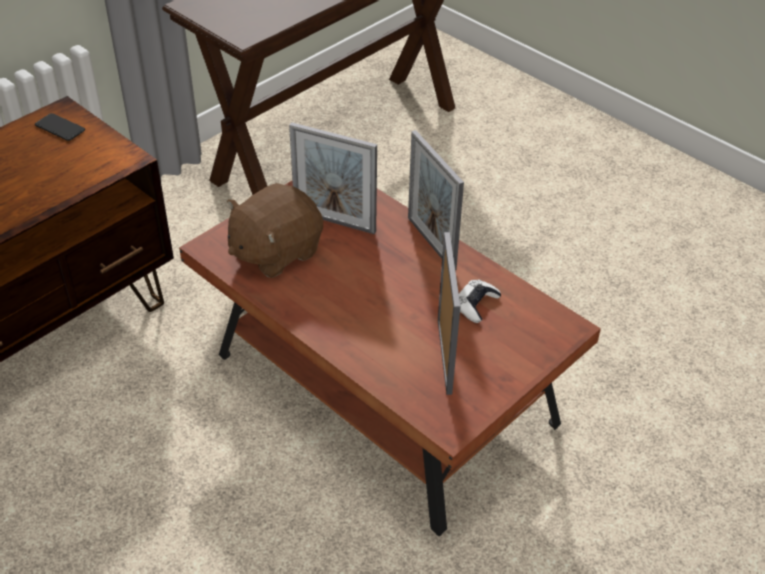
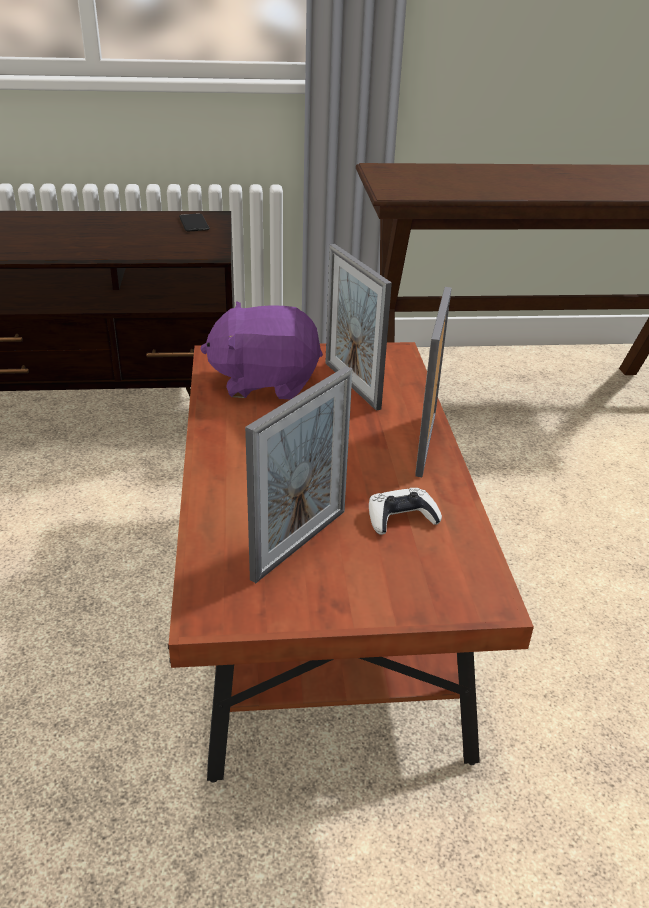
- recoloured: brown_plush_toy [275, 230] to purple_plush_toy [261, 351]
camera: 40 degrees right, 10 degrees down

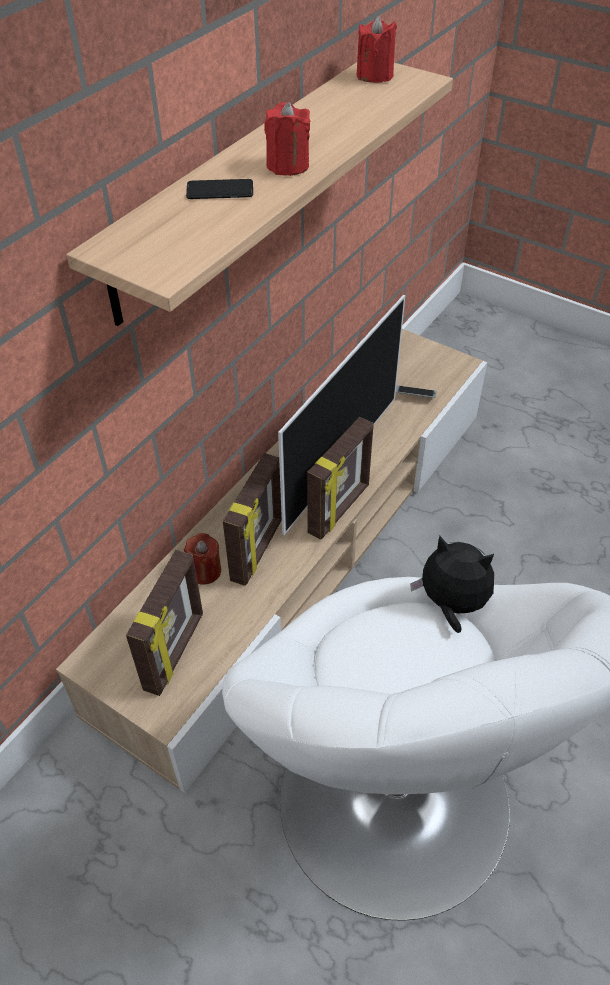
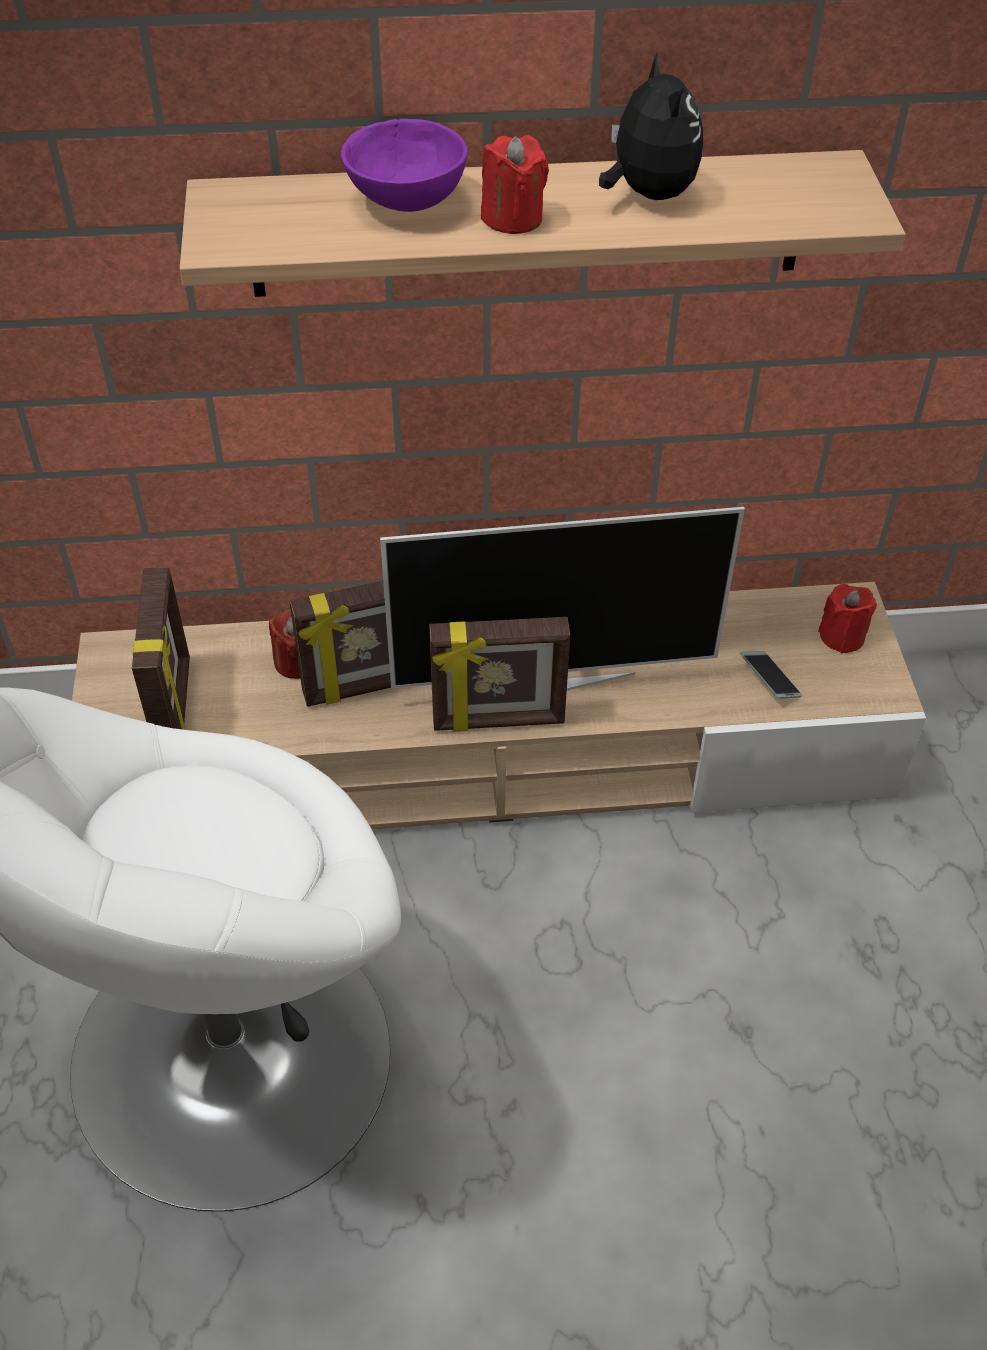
- moved: red_candle [377, 49] to [847, 618]
- moved: plush_toy [452, 584] to [651, 126]
- replaced: phone [219, 189] to purple_bowl [404, 165]
- turned: picture_frame [164, 623] = [161, 648] 75 degrees counterclockwise
camera: 50 degrees right, 0 degrees up

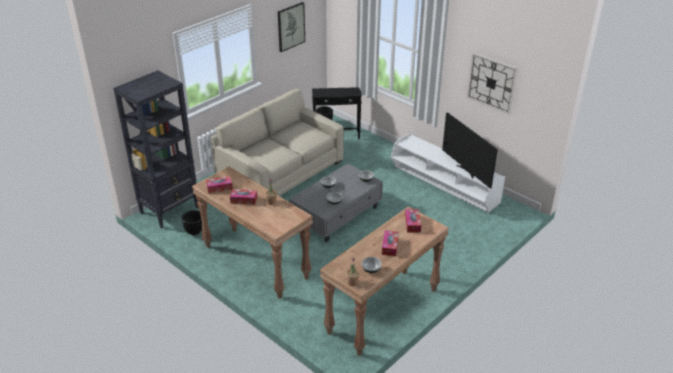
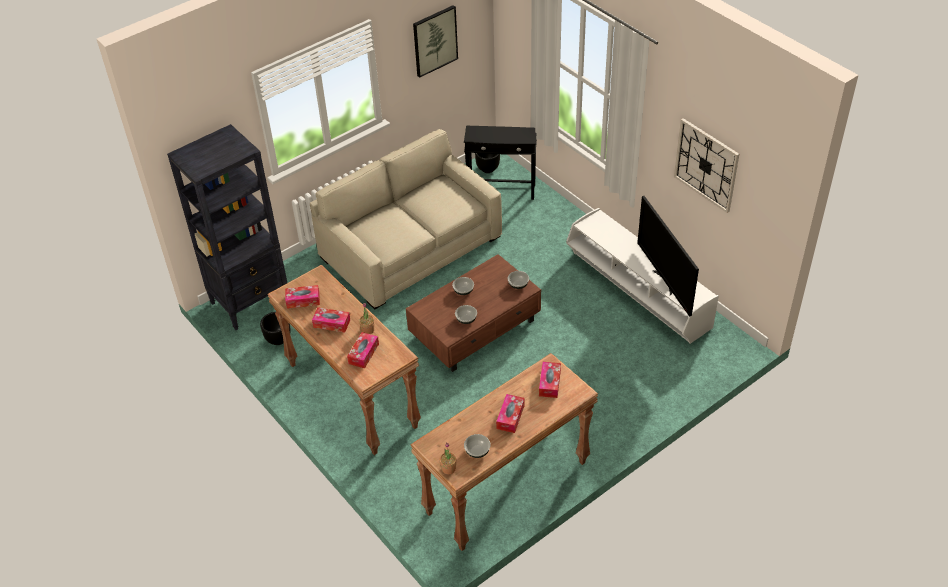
- added: tissue_box [363, 350]
- recoloured: grey_coffee_table [336, 202] to brown_coffee_table [473, 313]
camera: 10 degrees right, 10 degrees up

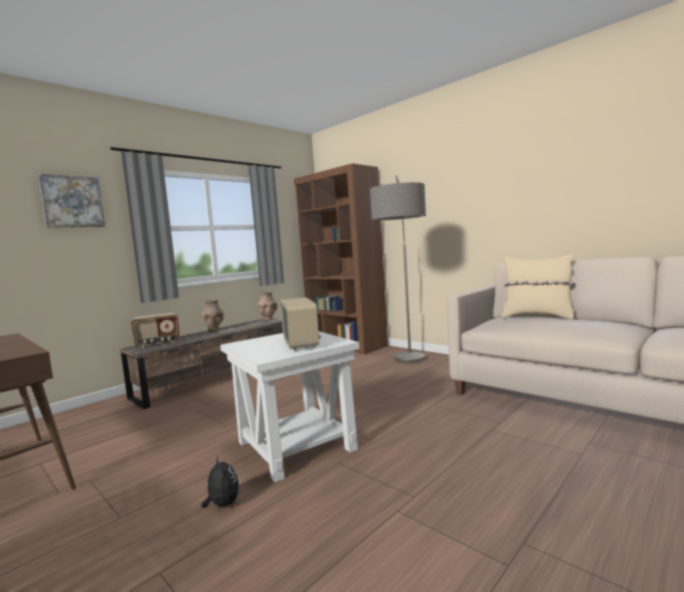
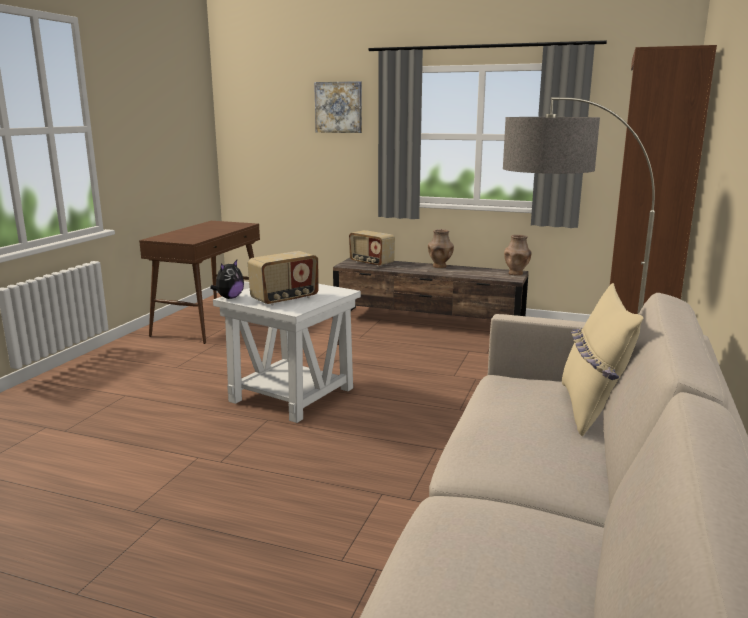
- moved: plush_toy [220, 481] to [227, 279]
camera: 65 degrees right, 10 degrees up

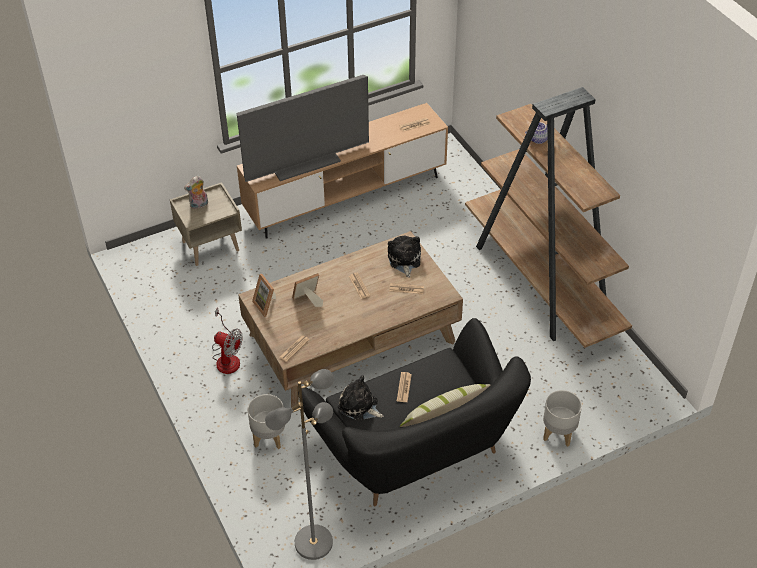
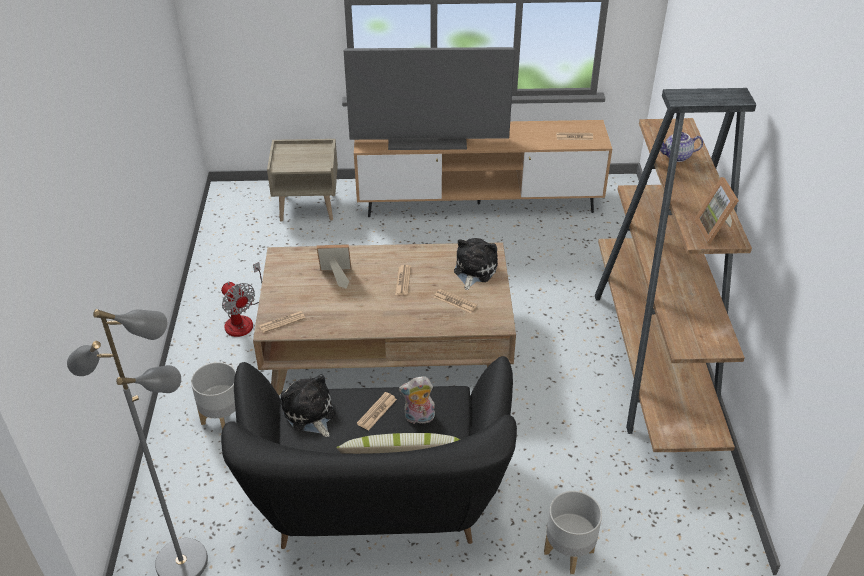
- moved: plush_toy [196, 192] to [417, 400]
- moved: picture_frame [264, 295] to [716, 210]
camera: 25 degrees right, 5 degrees down

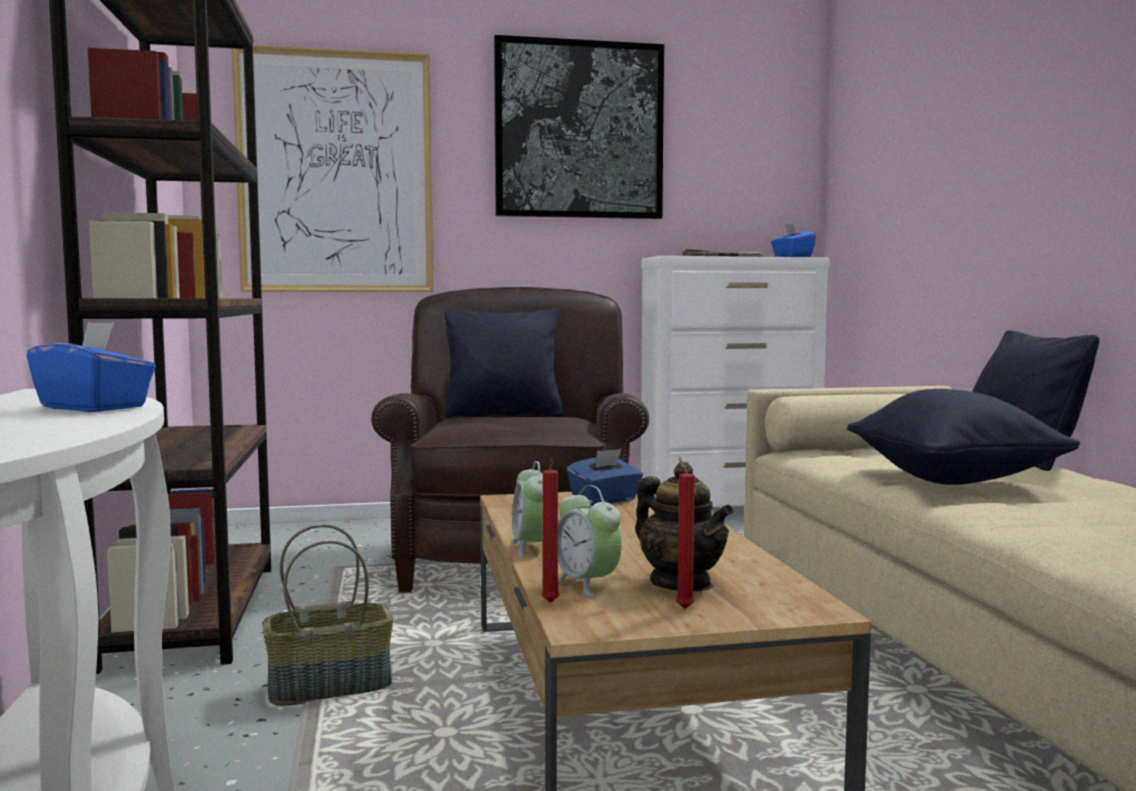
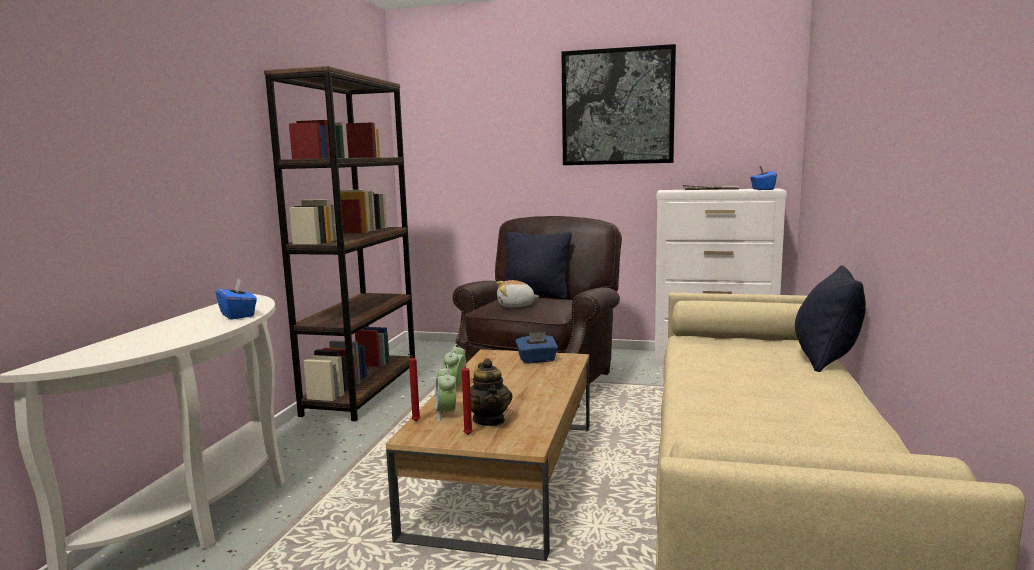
- removed: picture [332, 168]
- removed: basket [327, 615]
- removed: black_pillow [963, 437]
- added: plush_toy [517, 293]
camera: 25 degrees right, 5 degrees up

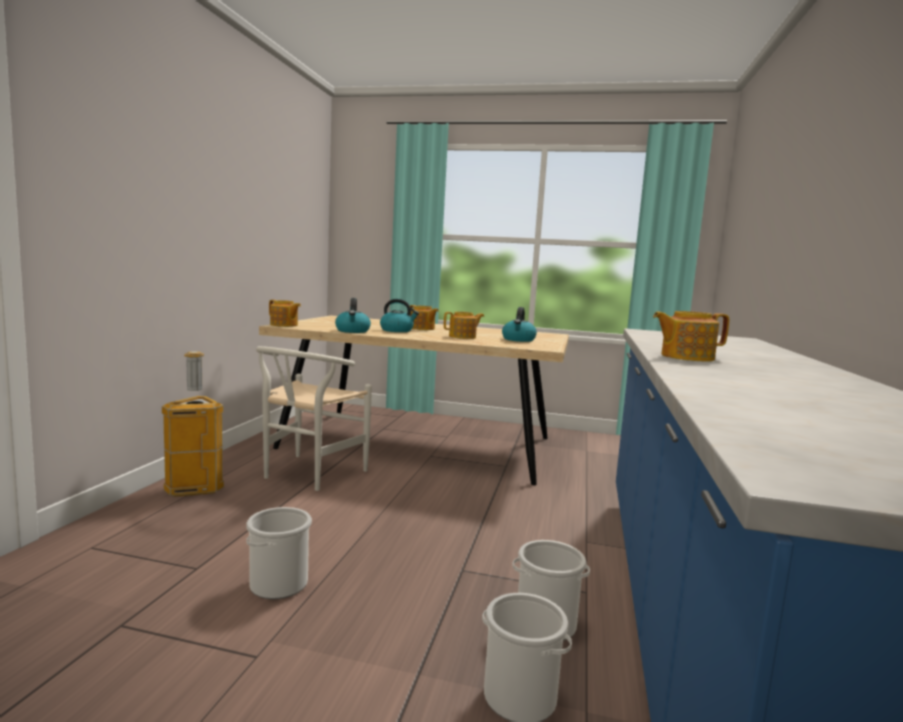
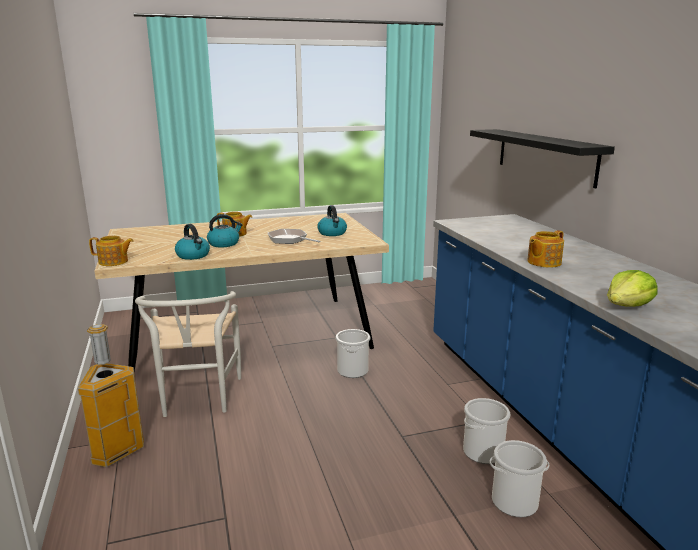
- added: black_shelf [542, 158]
- added: lettuce [632, 288]
- moved: bucket [279, 553] to [352, 353]
- replaced: teapot [464, 325] to frying_pan [294, 236]
camera: 30 degrees left, 10 degrees up

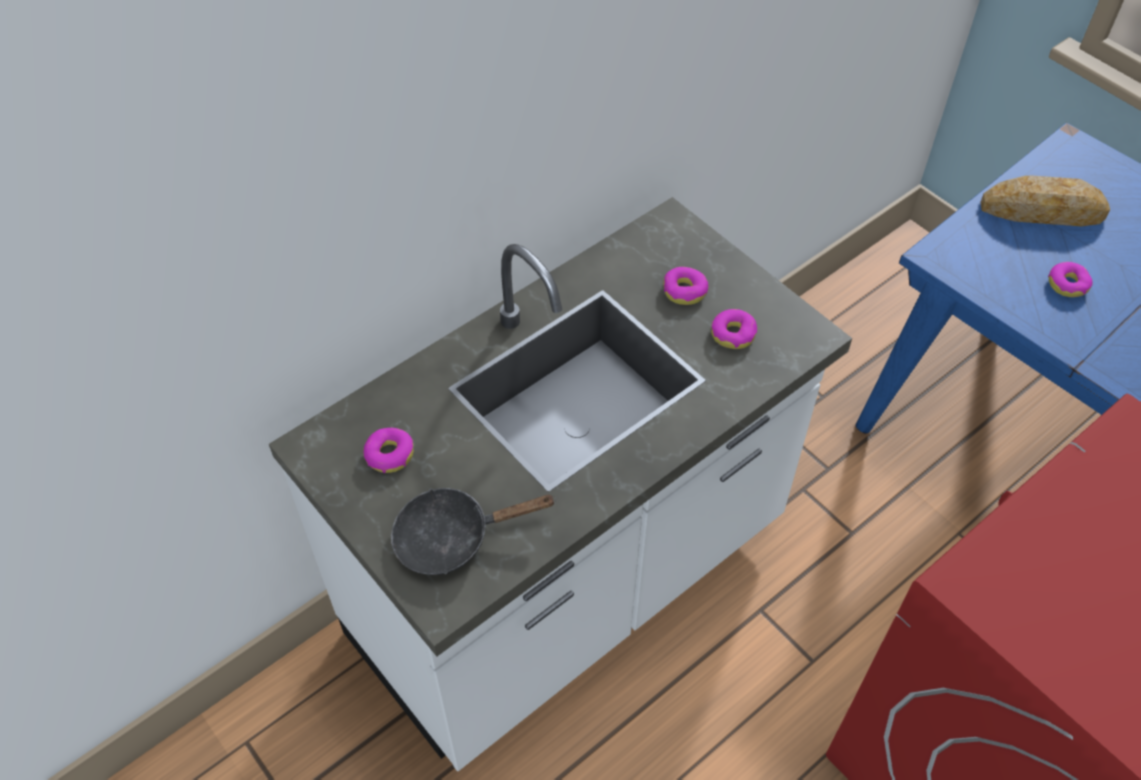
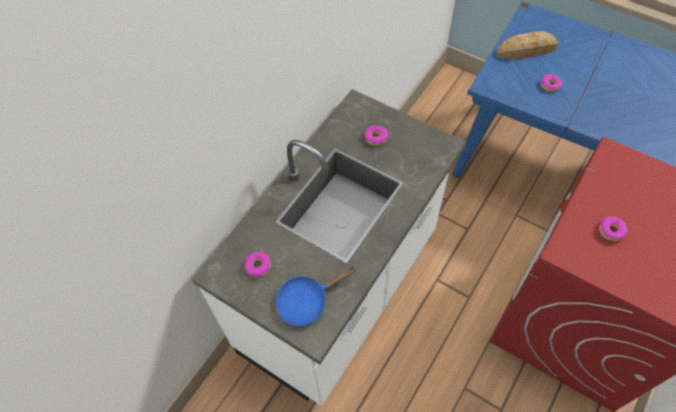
- moved: donut [734, 329] to [613, 228]
- recoloured: black_frying_pan [473, 531] to blue_frying_pan [315, 296]
camera: 15 degrees left, 5 degrees up

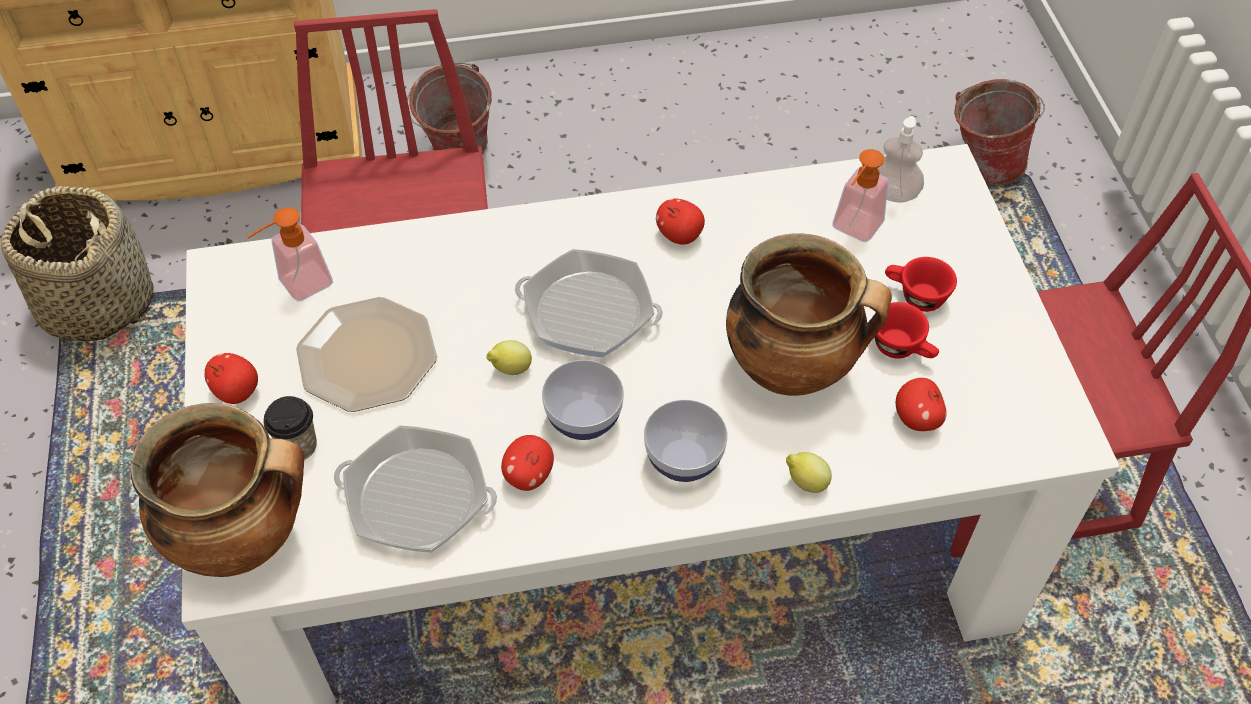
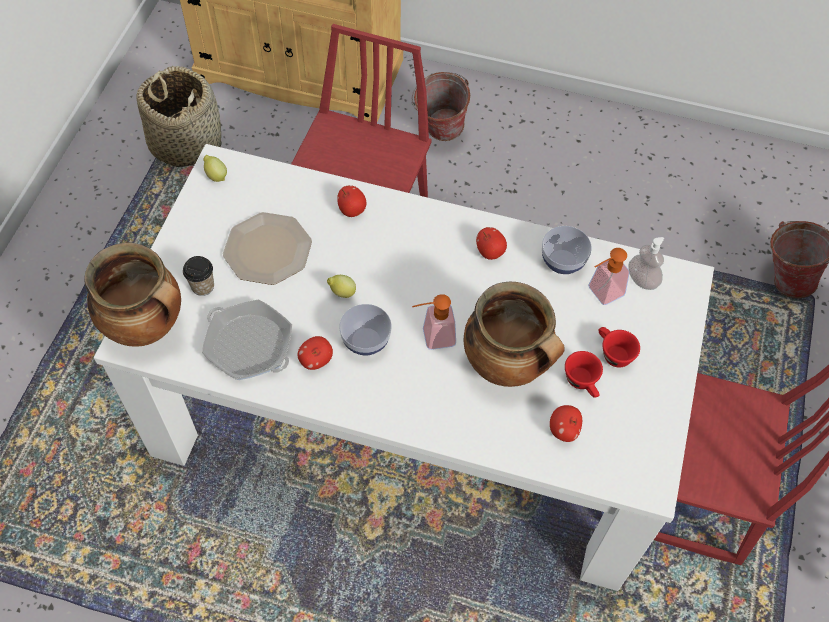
- removed: frying_pan [589, 303]
- moved: apple [231, 378] to [351, 201]
- moved: soap_dispenser [290, 254] to [434, 322]
- moved: bowl [686, 441] to [567, 250]
- moved: lemon [809, 472] to [215, 168]
camera: 25 degrees right, 5 degrees up

